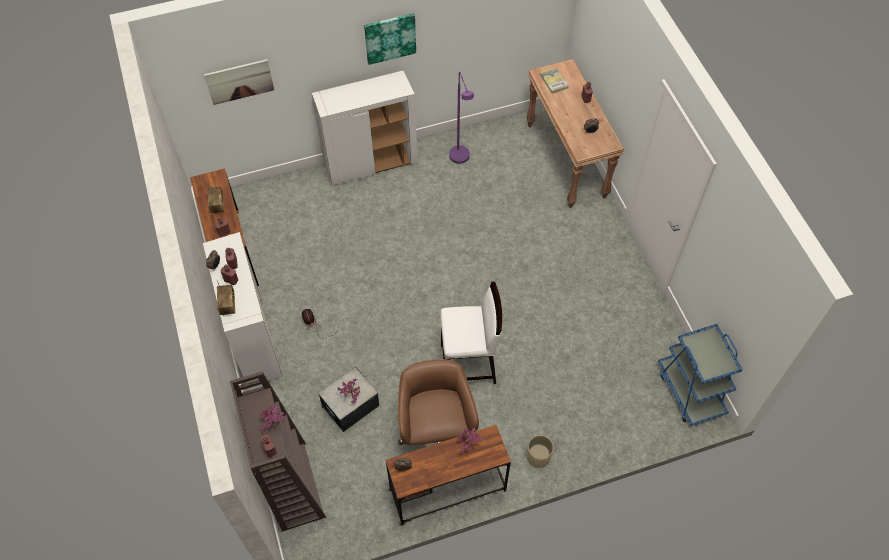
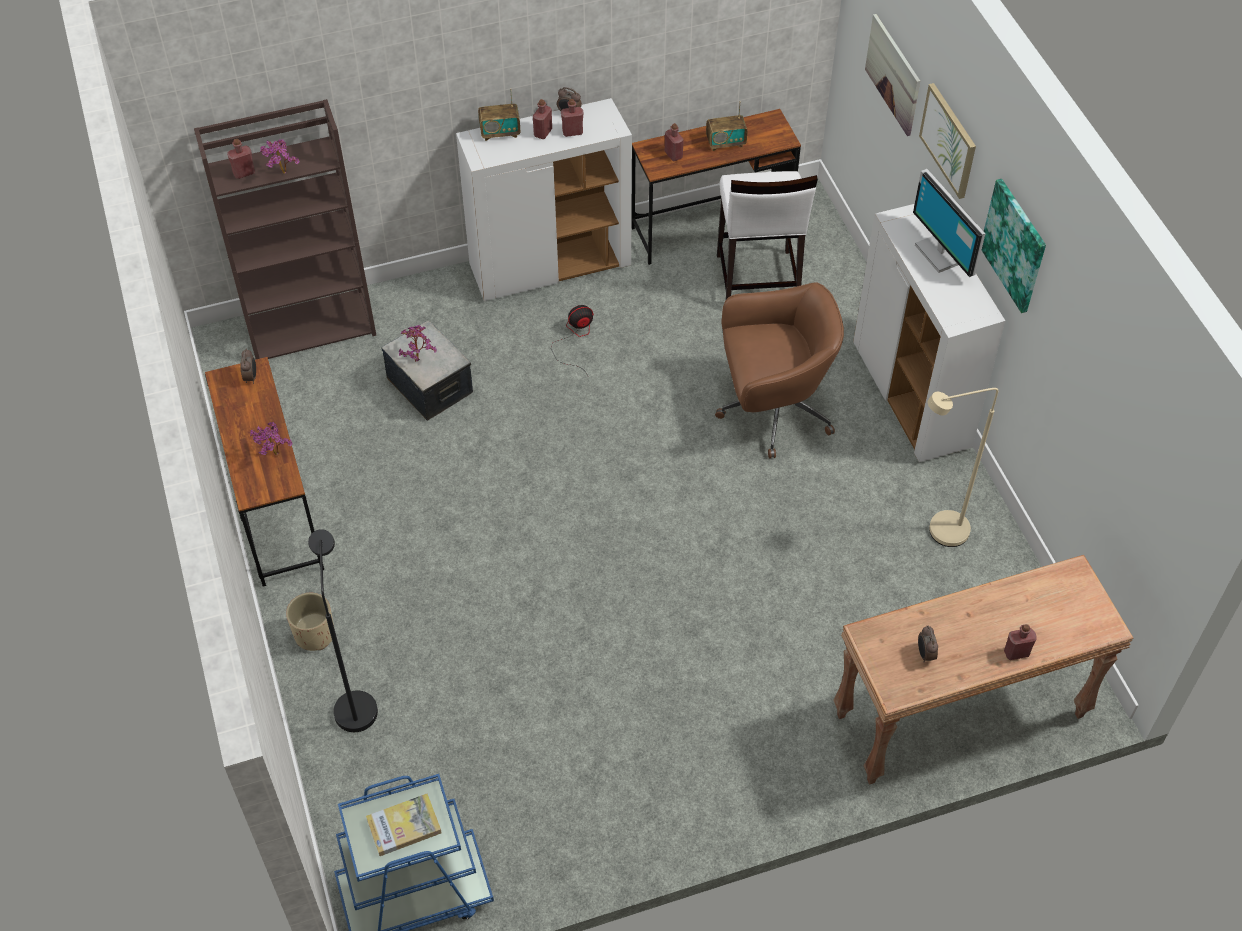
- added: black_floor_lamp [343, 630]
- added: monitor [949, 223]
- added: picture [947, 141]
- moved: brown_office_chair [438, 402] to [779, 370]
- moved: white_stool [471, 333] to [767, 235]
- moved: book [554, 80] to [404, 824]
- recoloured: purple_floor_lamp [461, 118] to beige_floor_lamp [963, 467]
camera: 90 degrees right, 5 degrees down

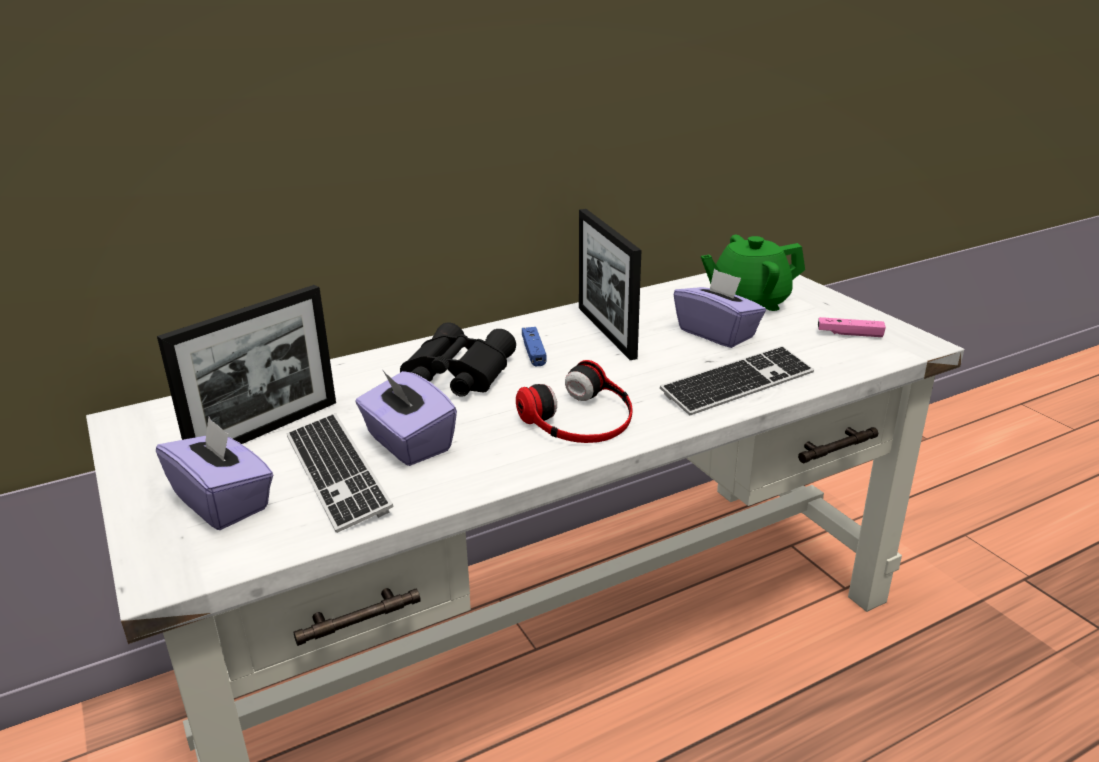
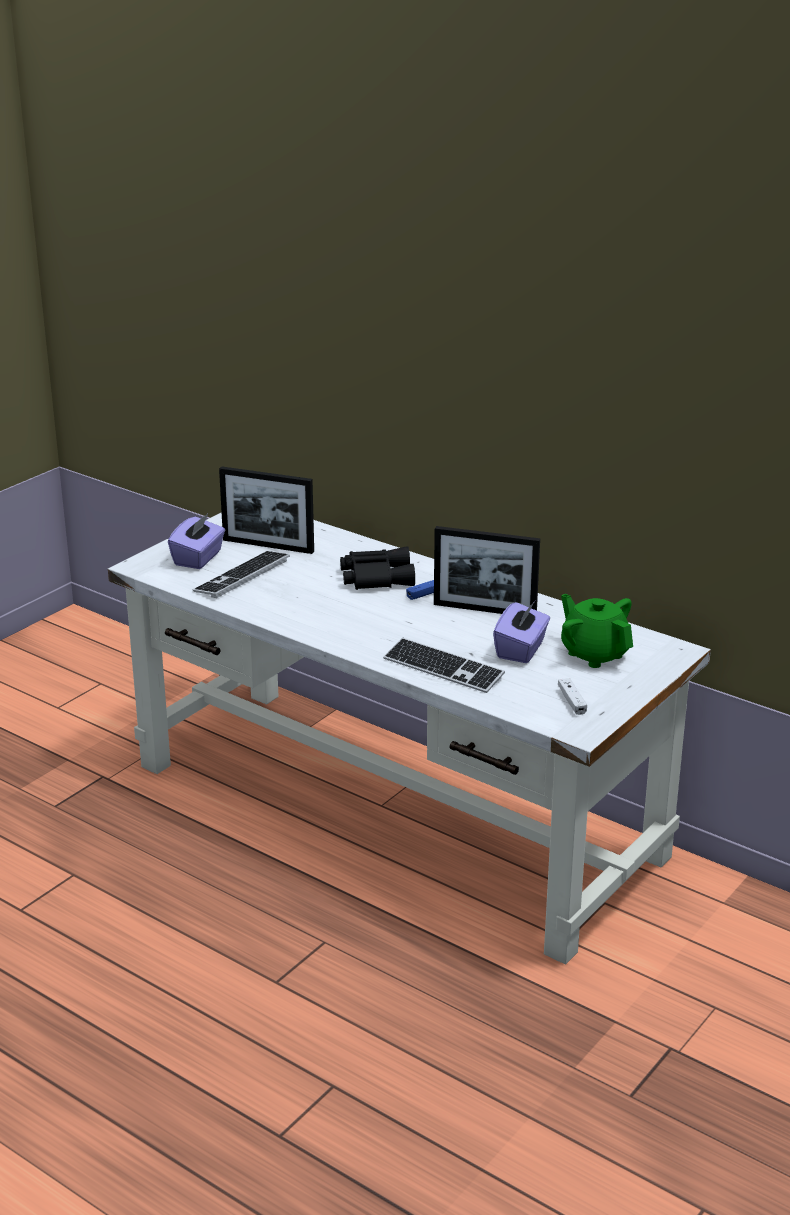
- removed: purple_tissue_box [406, 418]
- removed: headphones [574, 401]
- recoloured: pink_game_controller [852, 327] to white_game_controller [572, 696]
- turned: picture_frame [610, 284] = [487, 570] 120 degrees counterclockwise
camera: 65 degrees right, 0 degrees up

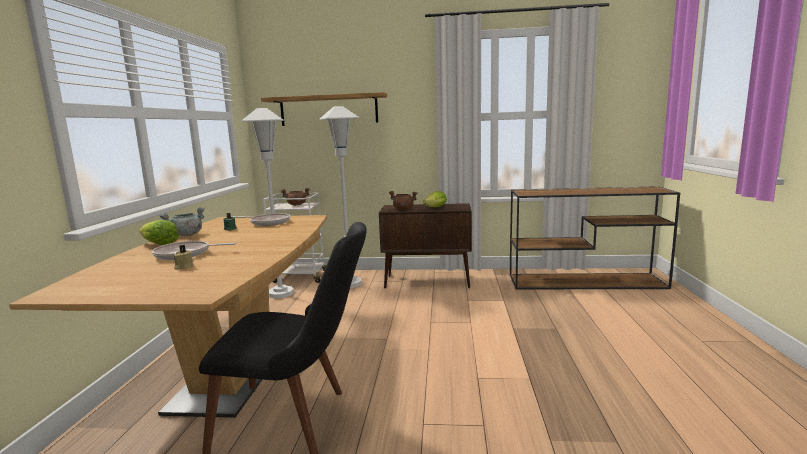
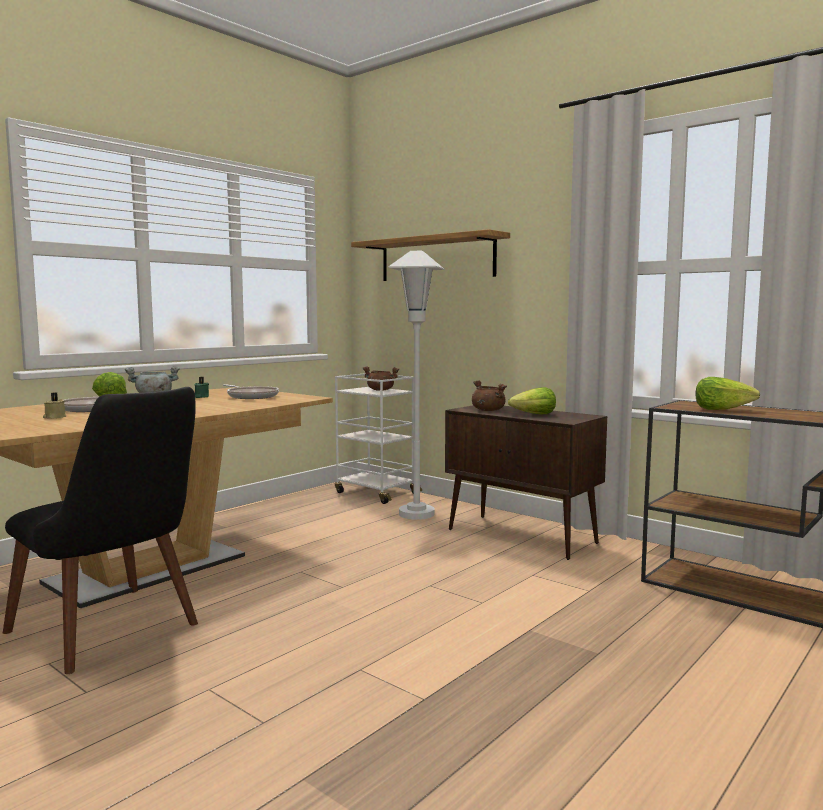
- removed: white_floor_lamp [267, 203]
- added: lettuce [727, 393]
camera: 35 degrees right, 5 degrees down

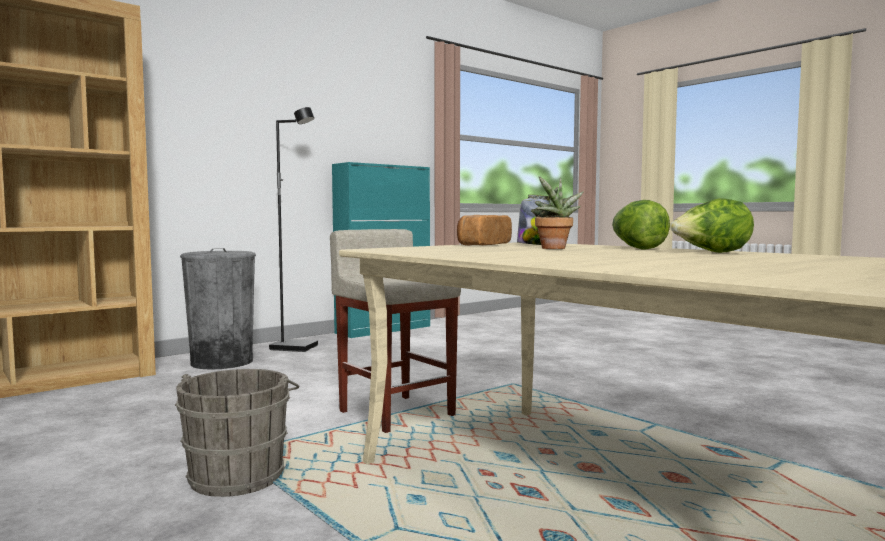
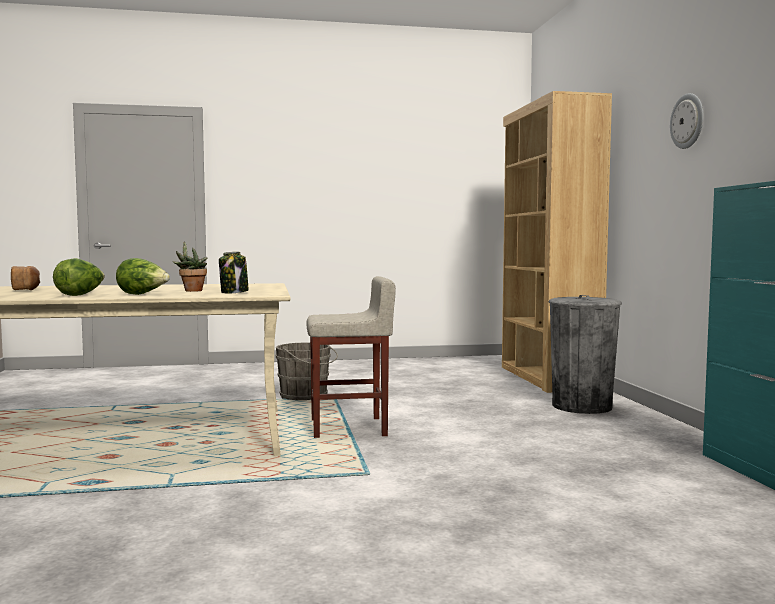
- removed: black_floor_lamp [293, 229]
- added: wall_clock [687, 121]
- moved: bread [484, 230] to [25, 278]
camera: 120 degrees right, 0 degrees up

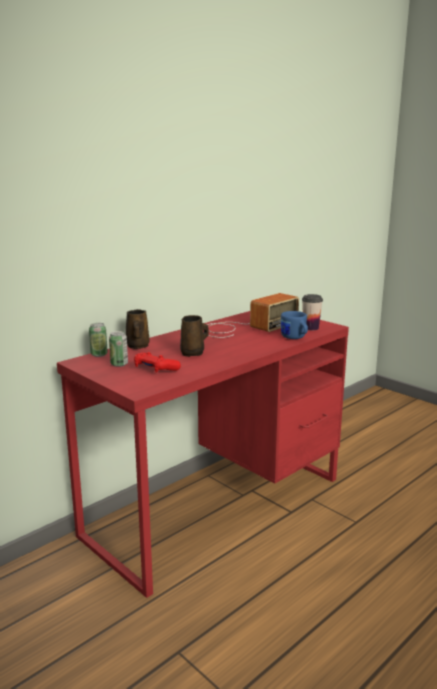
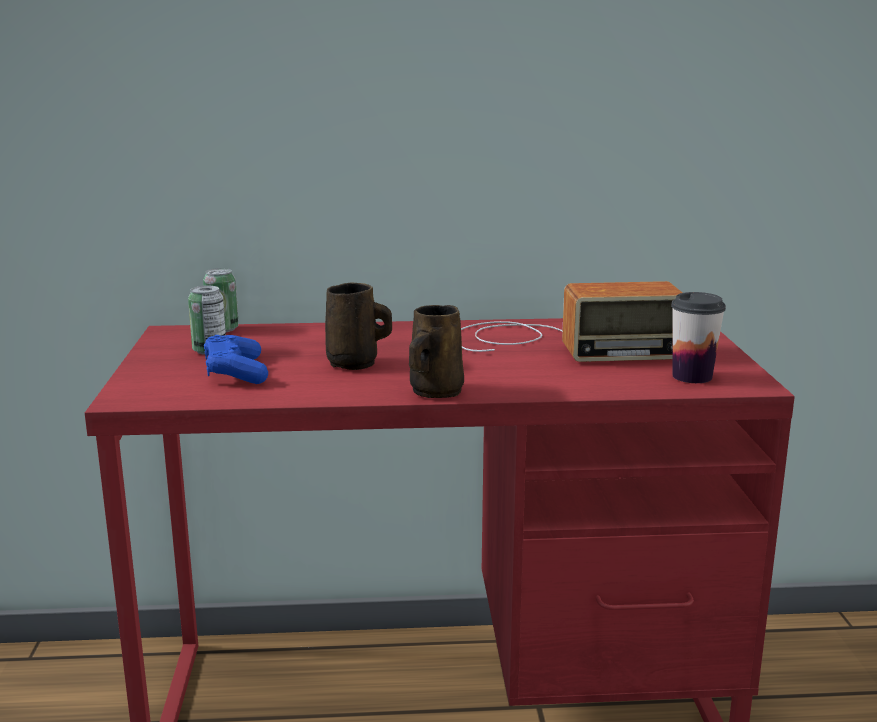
- removed: blue_mug [294, 325]
- moved: brown_mug [138, 329] to [436, 351]
- recoloured: red_game_controller [157, 362] to blue_game_controller [236, 359]
camera: 40 degrees right, 0 degrees up

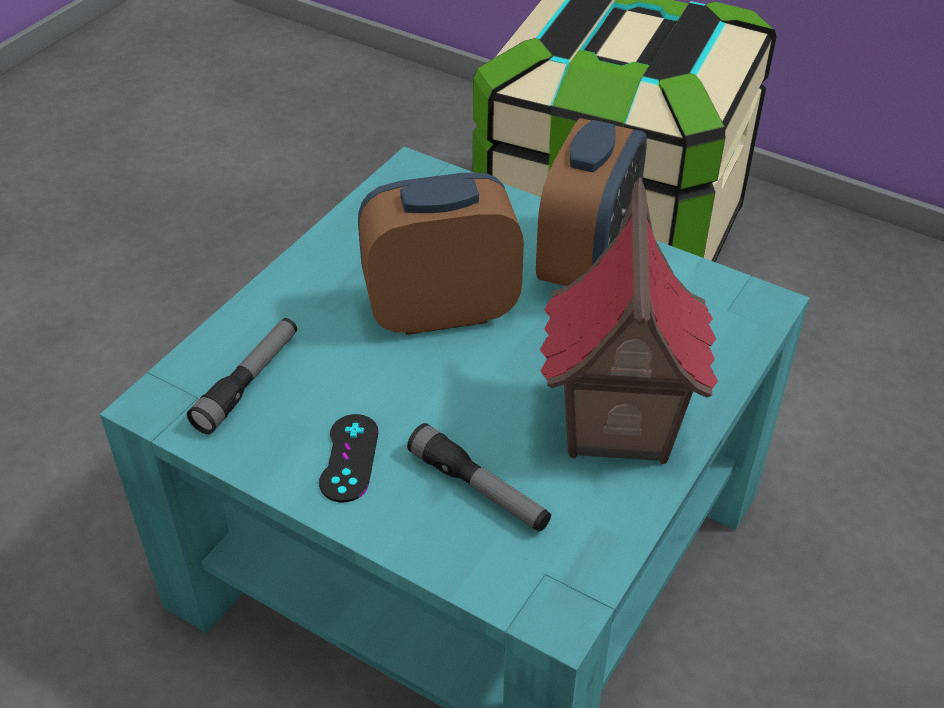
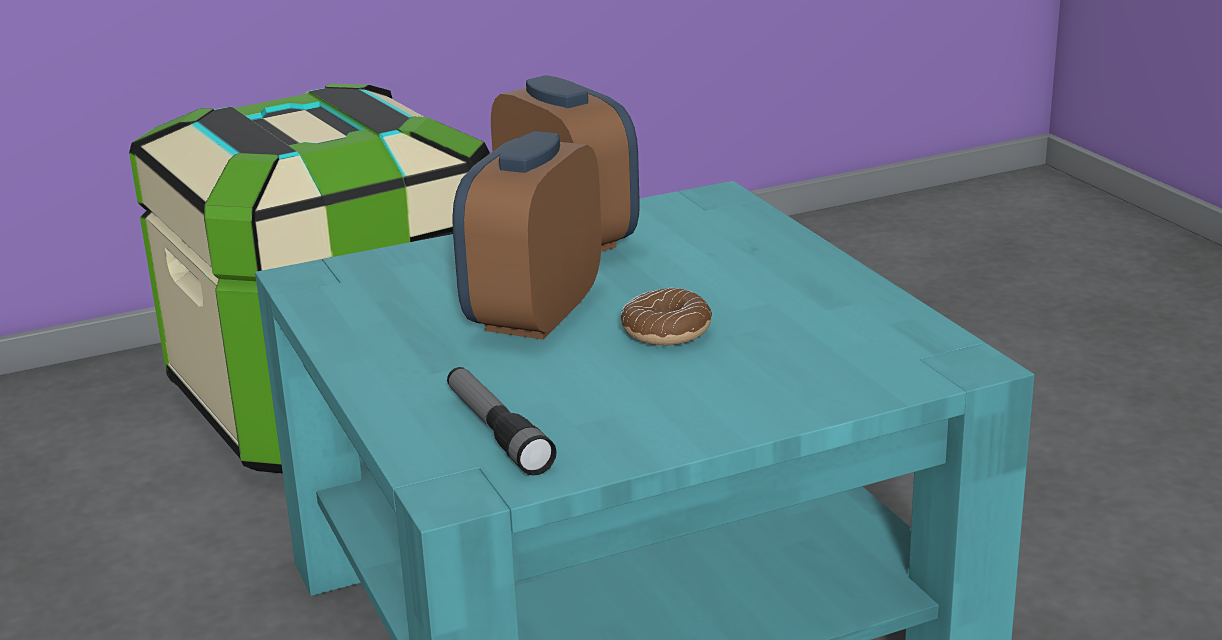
- removed: black_game_controller [349, 458]
- removed: flashlight [479, 477]
- removed: toy_house [629, 321]
- added: donut [666, 316]
camera: 55 degrees left, 20 degrees down

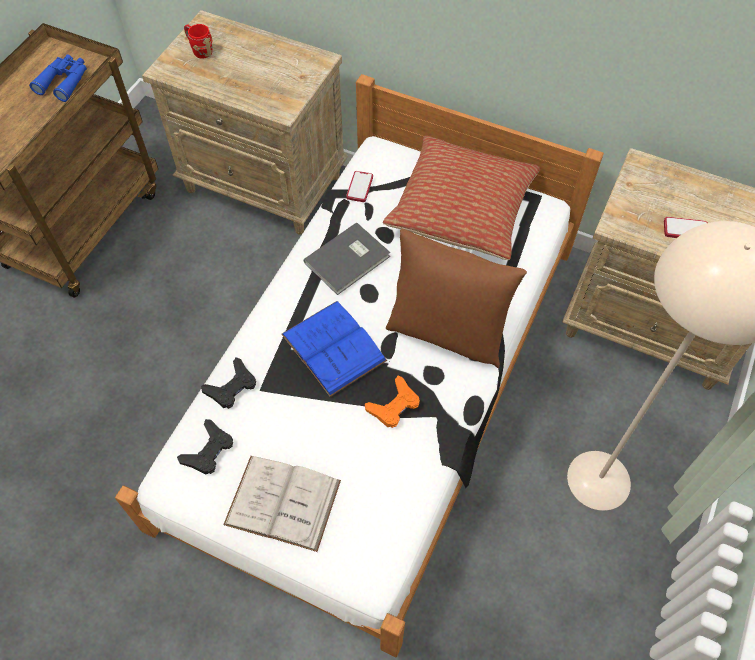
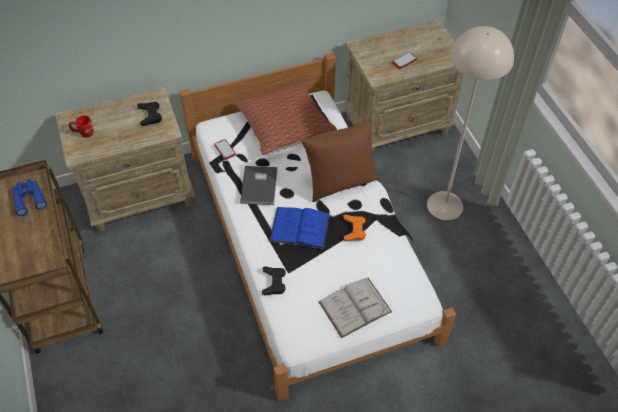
- moved: black_game_controller [205, 447] to [149, 114]
camera: 45 degrees left, 5 degrees down

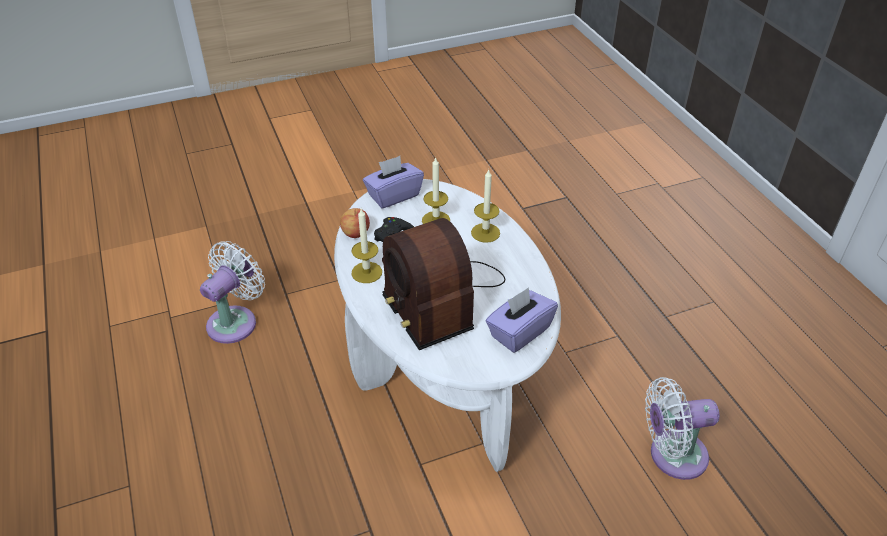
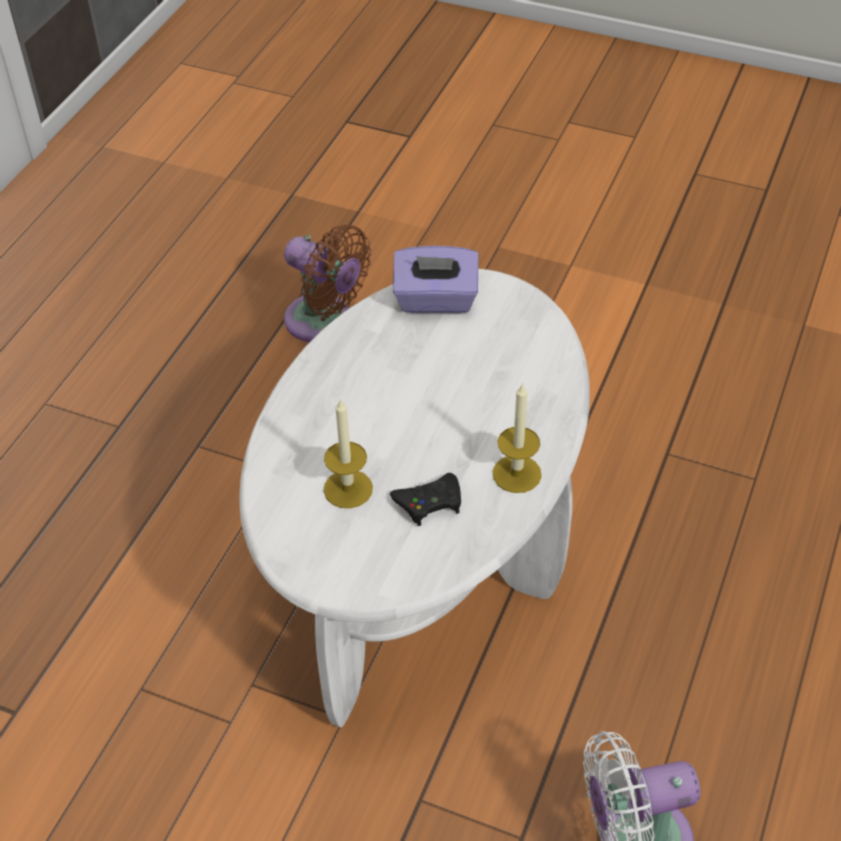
- removed: apple [355, 223]
- removed: purple_tissue_box [393, 182]
- removed: radio [443, 284]
- removed: candle [485, 206]
- recoloured: white_fan [682, 428] to brown_fan [327, 283]
camera: 135 degrees left, 5 degrees up

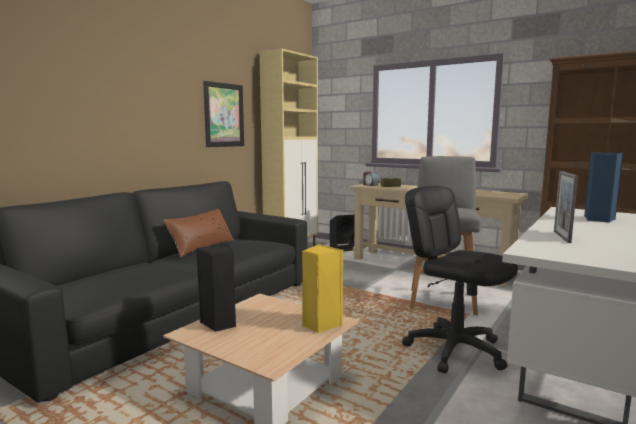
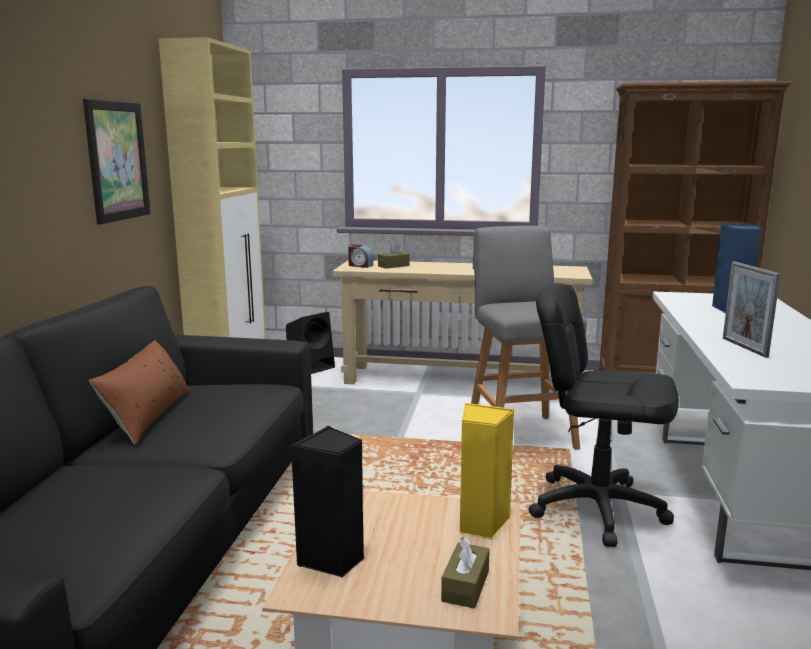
- added: brown_tissue_box [465, 573]
camera: 25 degrees left, 5 degrees up

